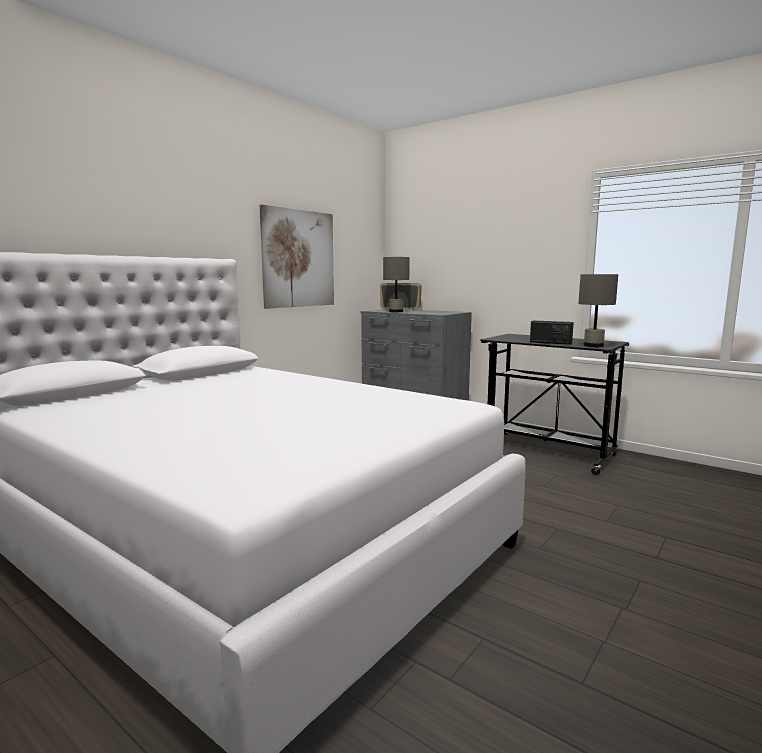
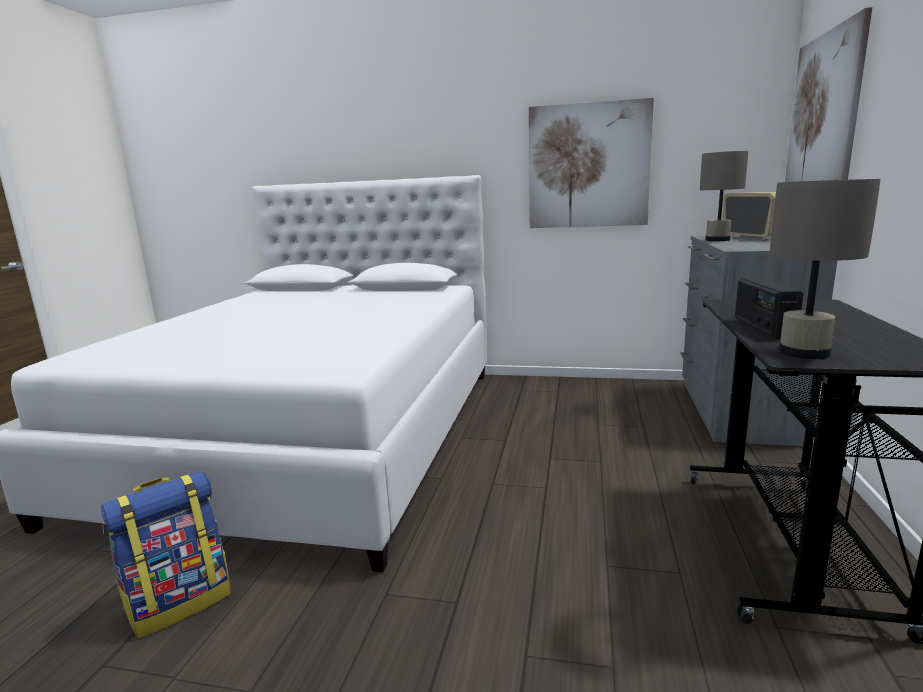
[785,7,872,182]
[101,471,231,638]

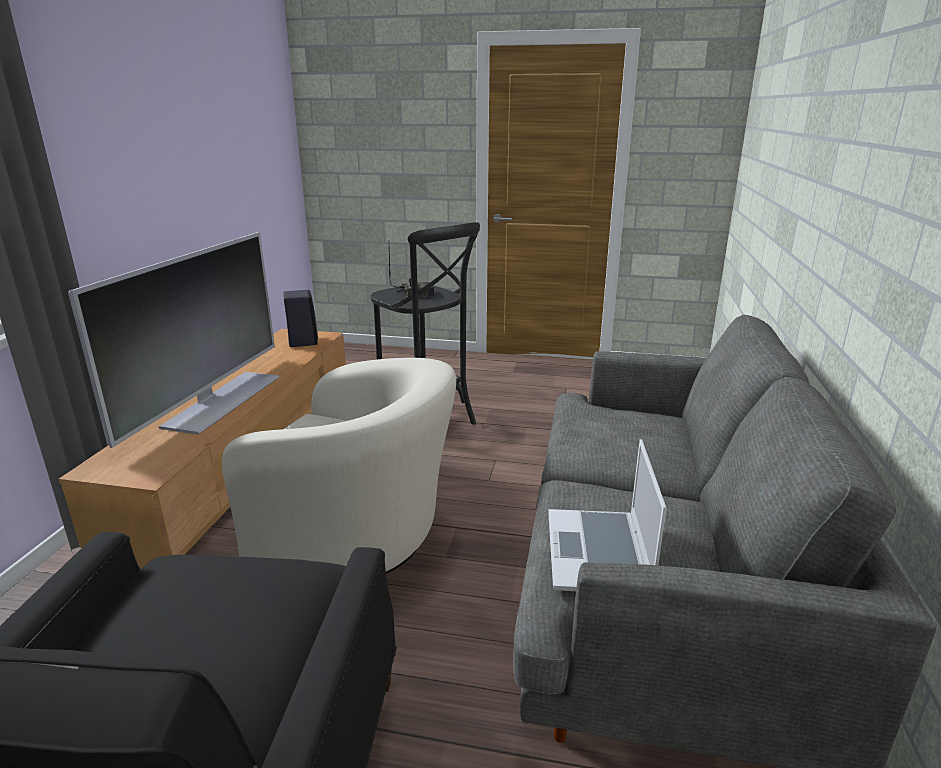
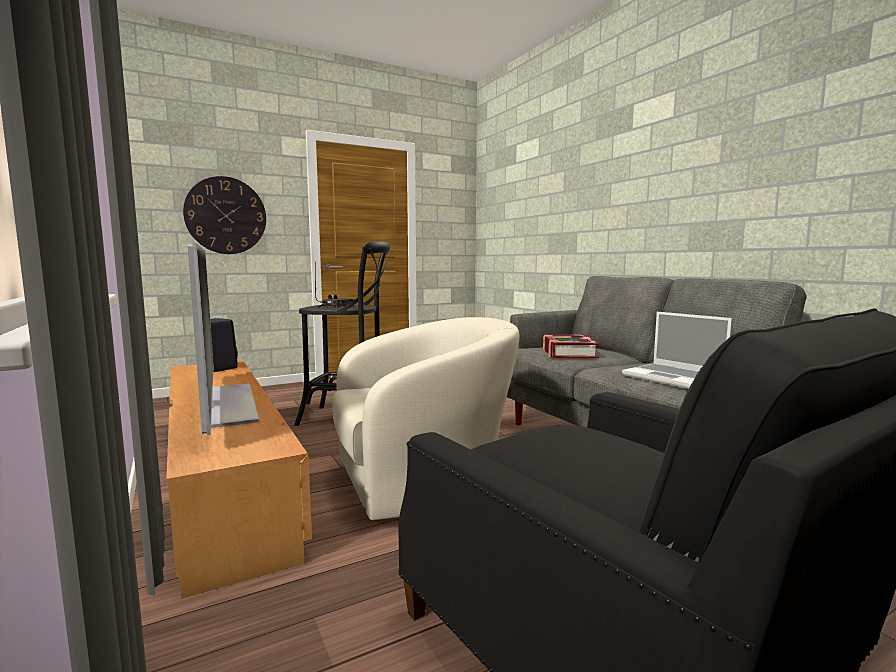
[183,176,266,254]
[543,334,599,358]

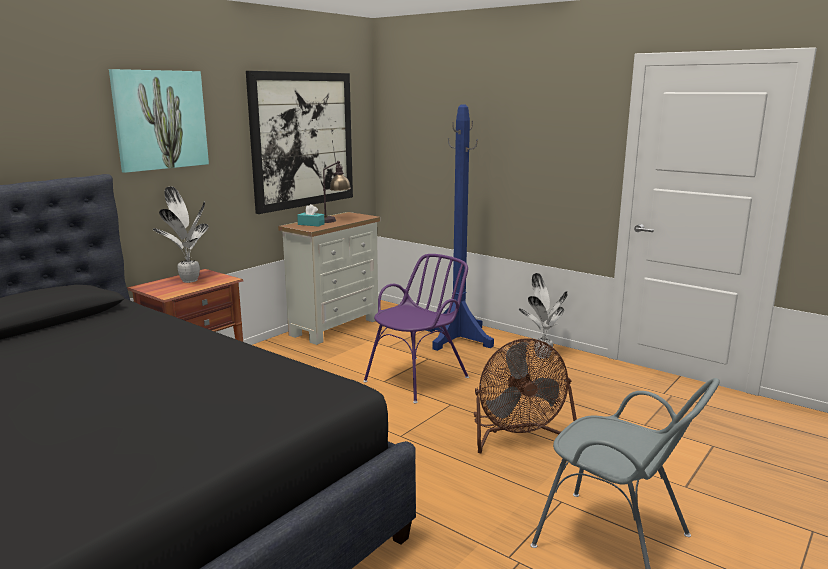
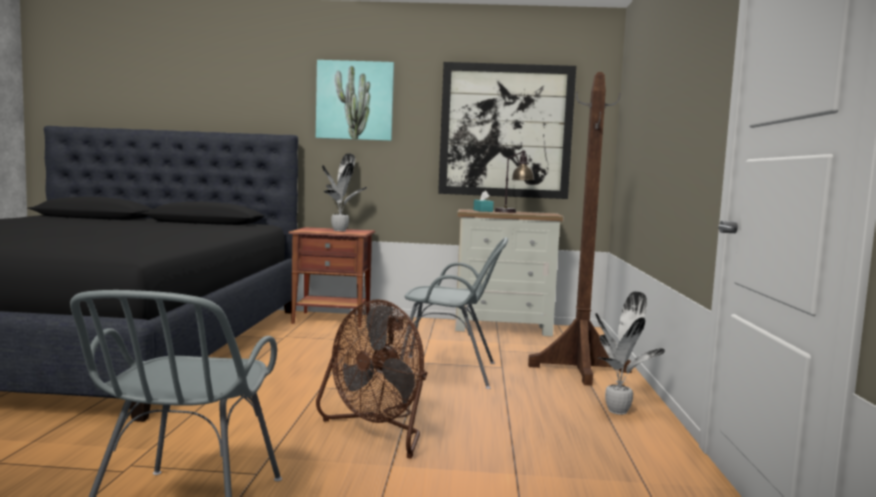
[528,72,632,386]
[400,237,508,389]

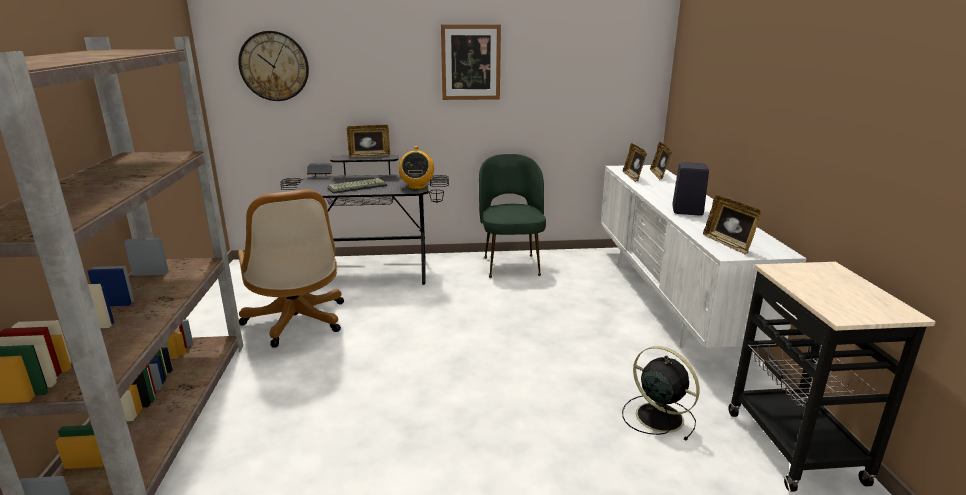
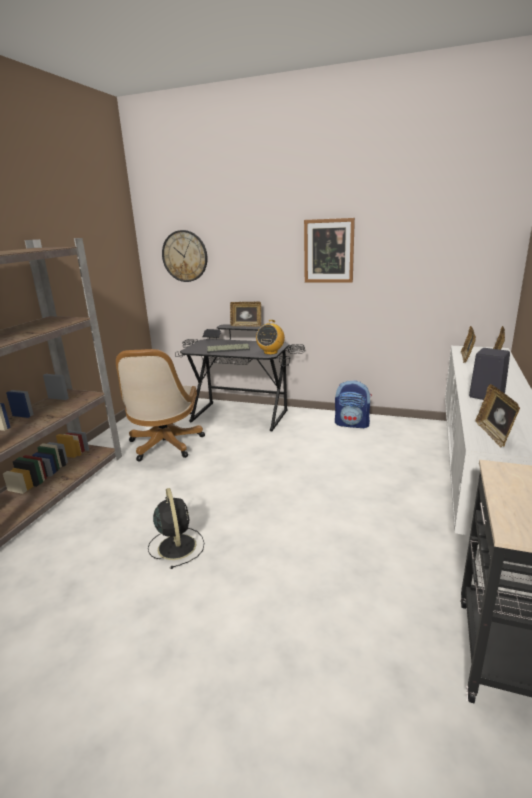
[335,380,372,428]
[148,488,204,569]

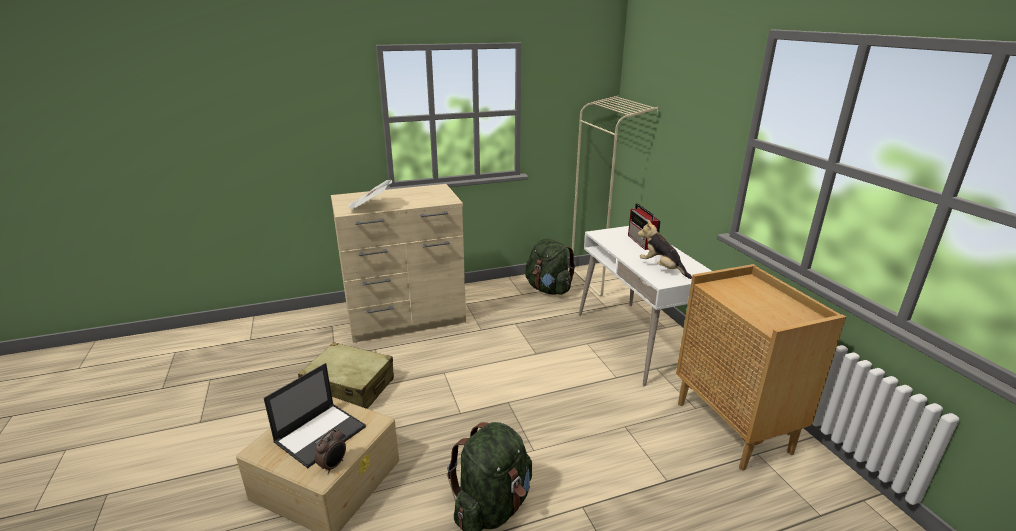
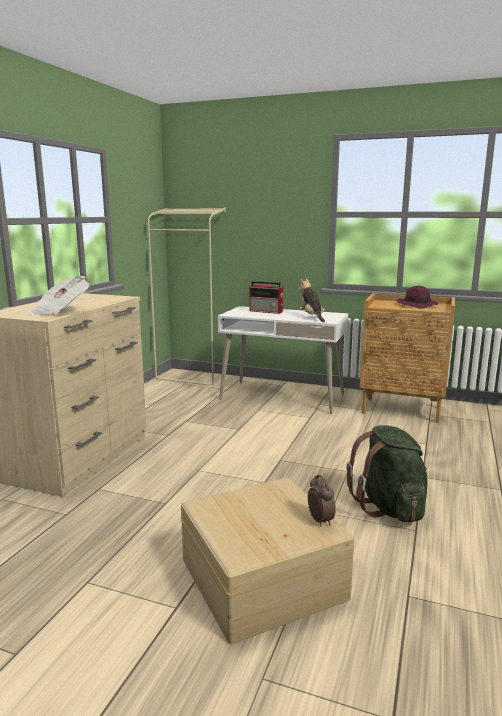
[298,279,325,322]
[525,239,576,295] (first image)
[298,342,394,409] (first image)
[264,363,366,468] (first image)
[397,286,438,309]

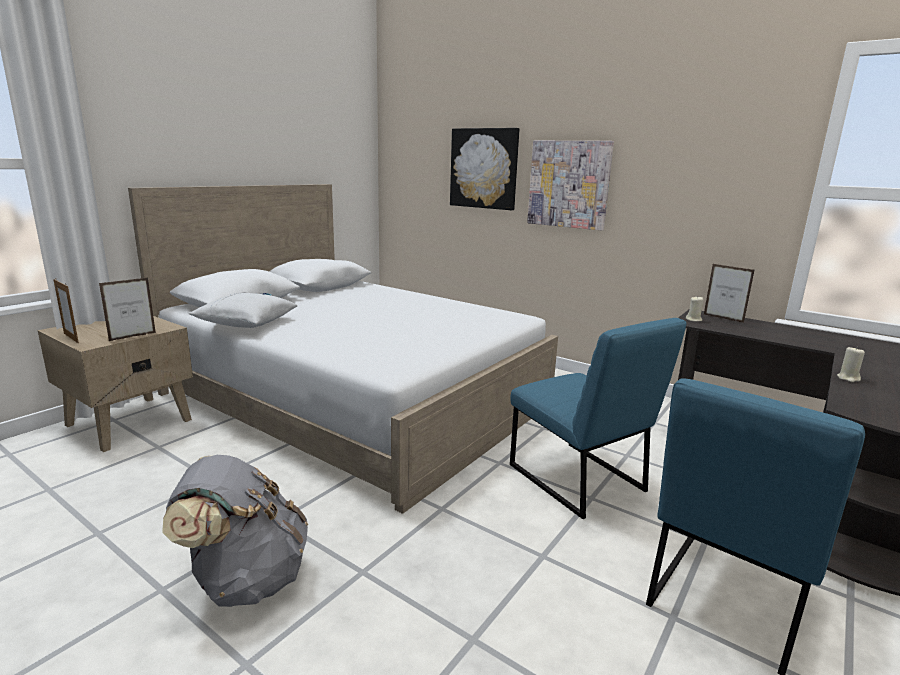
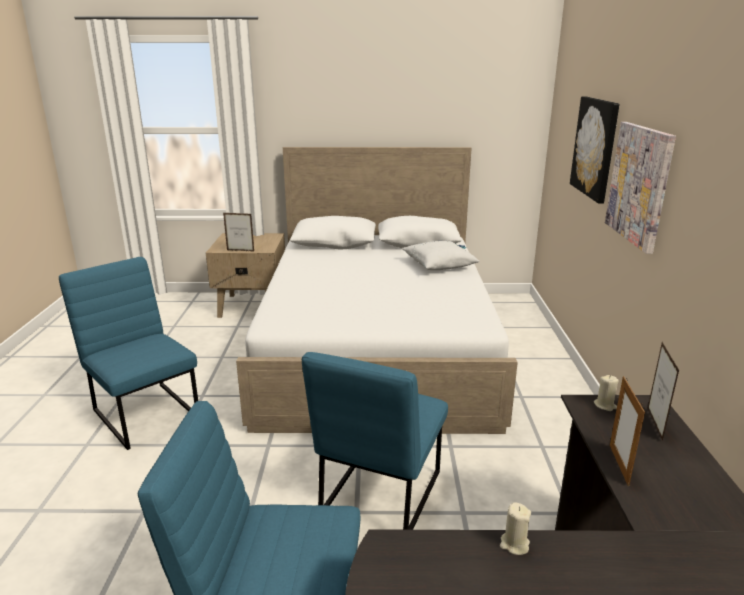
[610,376,645,486]
[402,241,479,270]
[59,257,198,450]

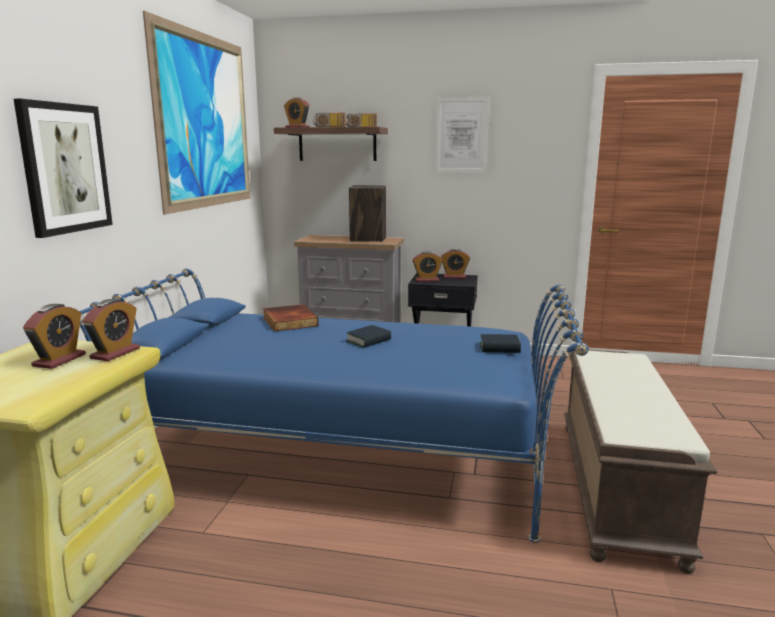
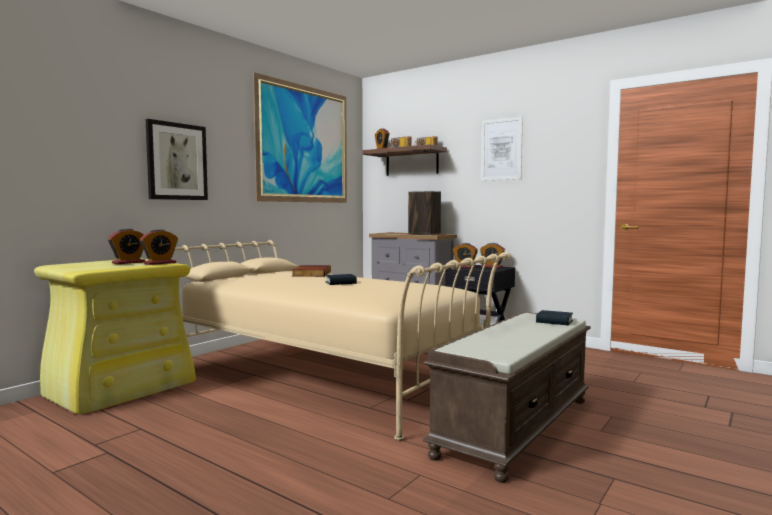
[175,240,510,441]
[536,310,573,325]

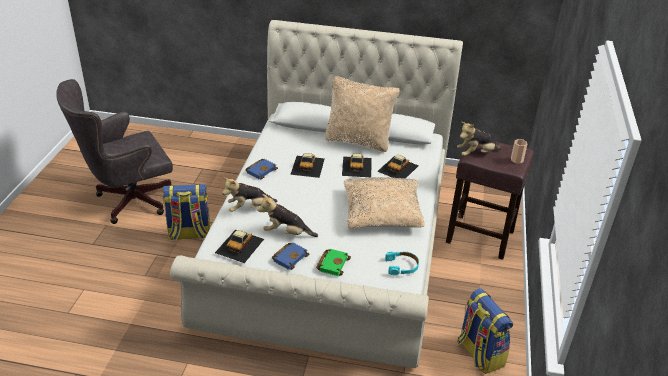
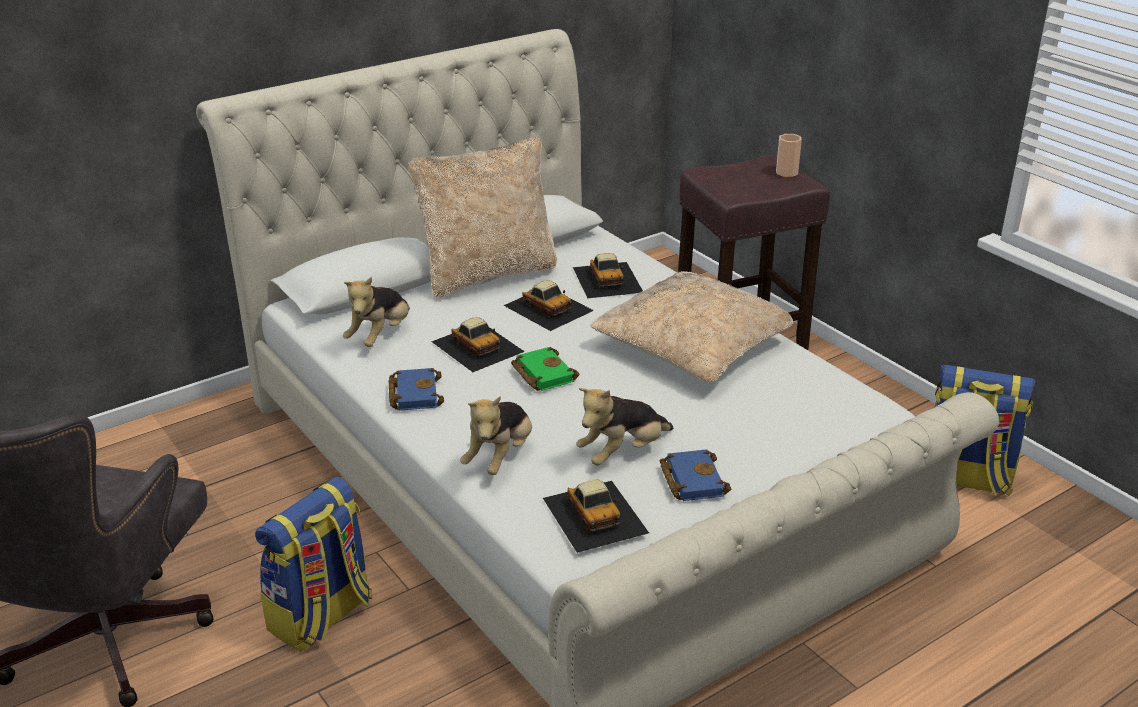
[343,277,410,347]
[511,347,579,391]
[385,252,419,275] (first image)

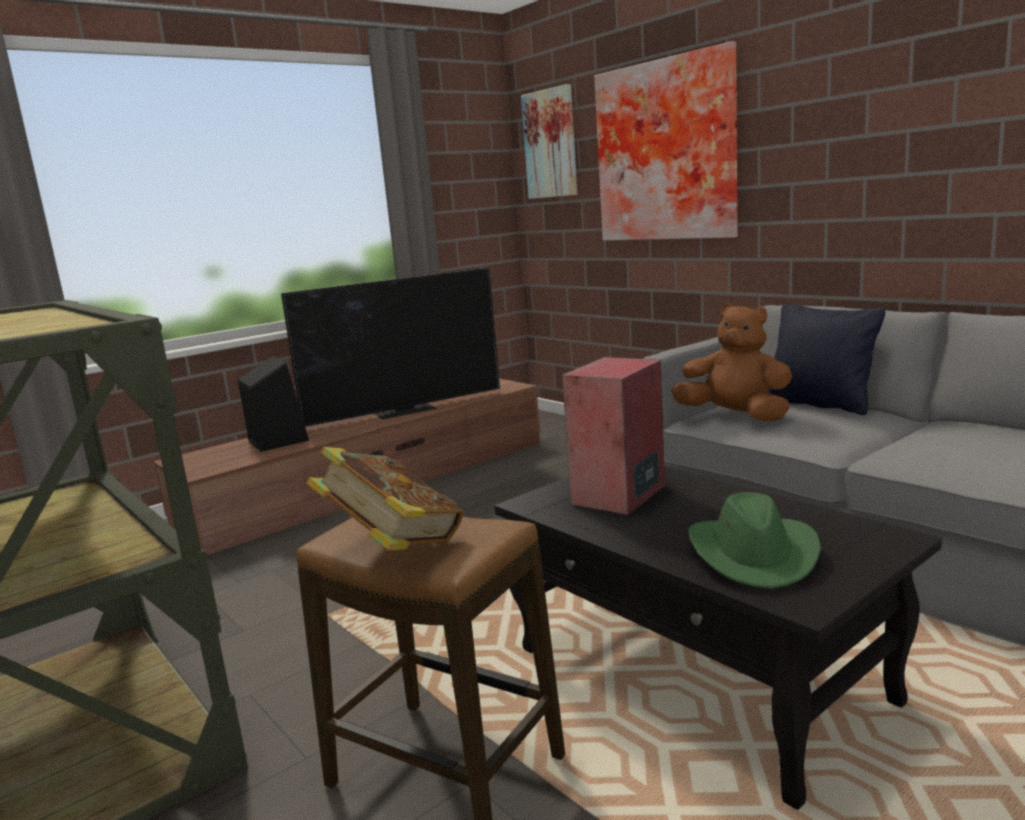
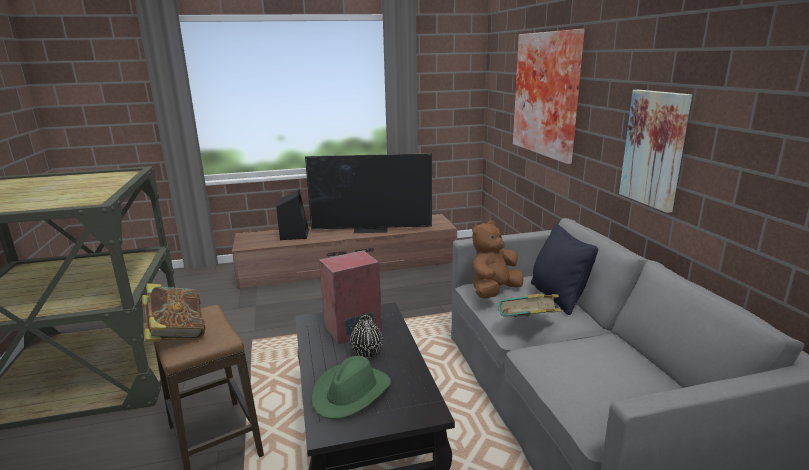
[619,90,692,213]
[472,220,523,299]
[498,294,561,317]
[350,315,383,358]

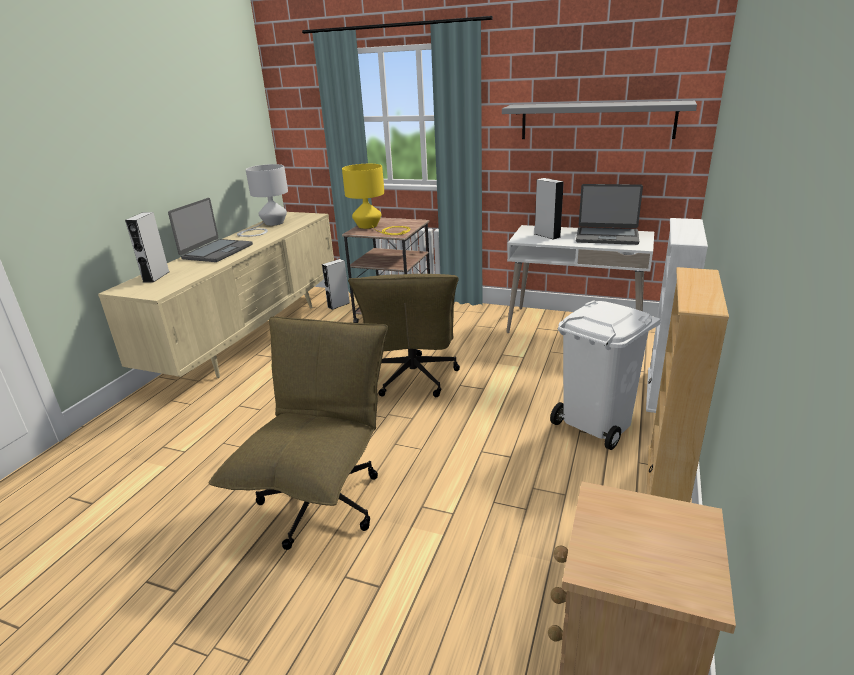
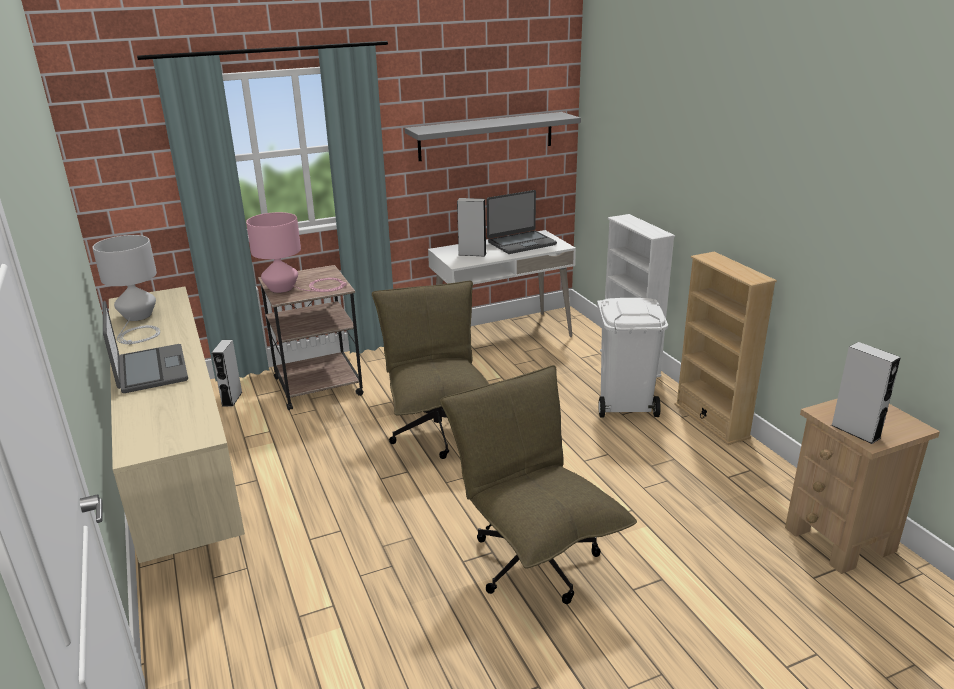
[246,212,347,293]
[831,342,901,444]
[372,281,489,459]

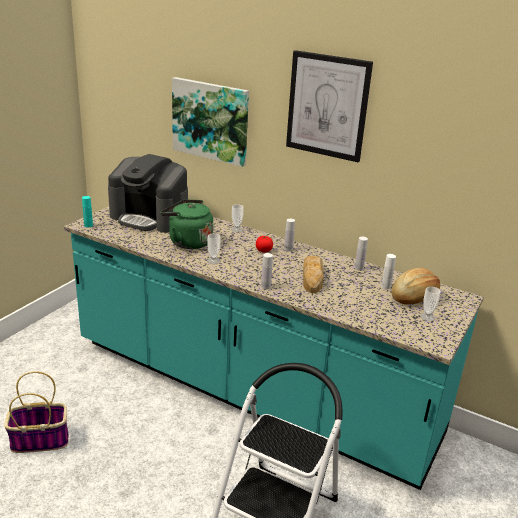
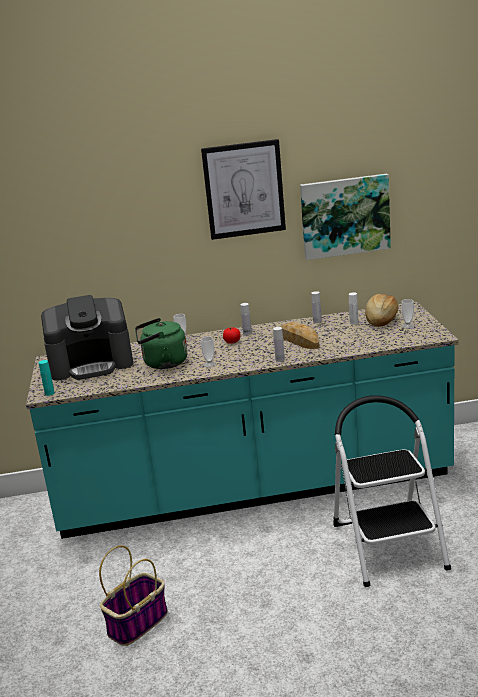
[300,174,391,260]

